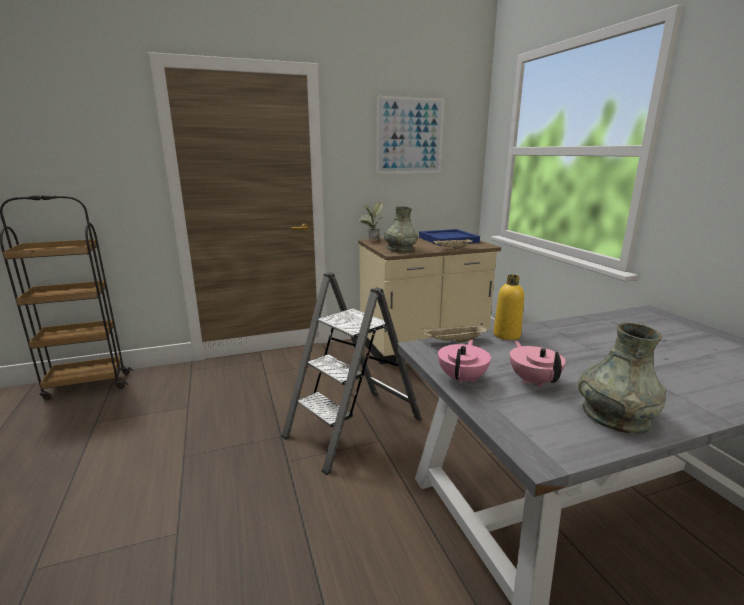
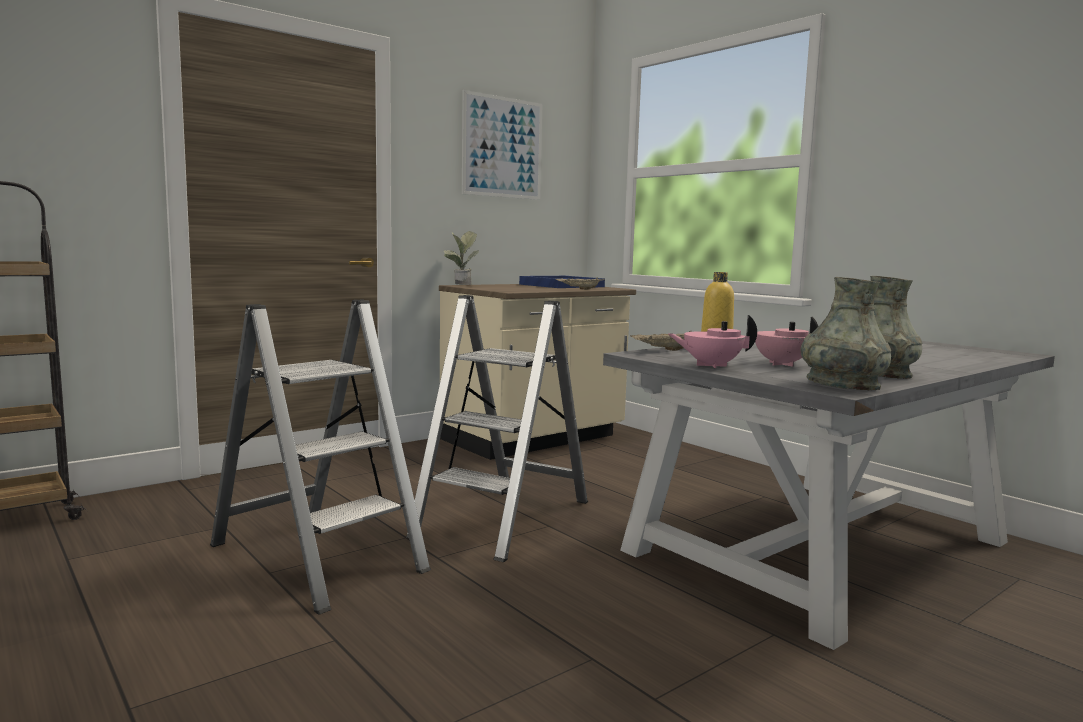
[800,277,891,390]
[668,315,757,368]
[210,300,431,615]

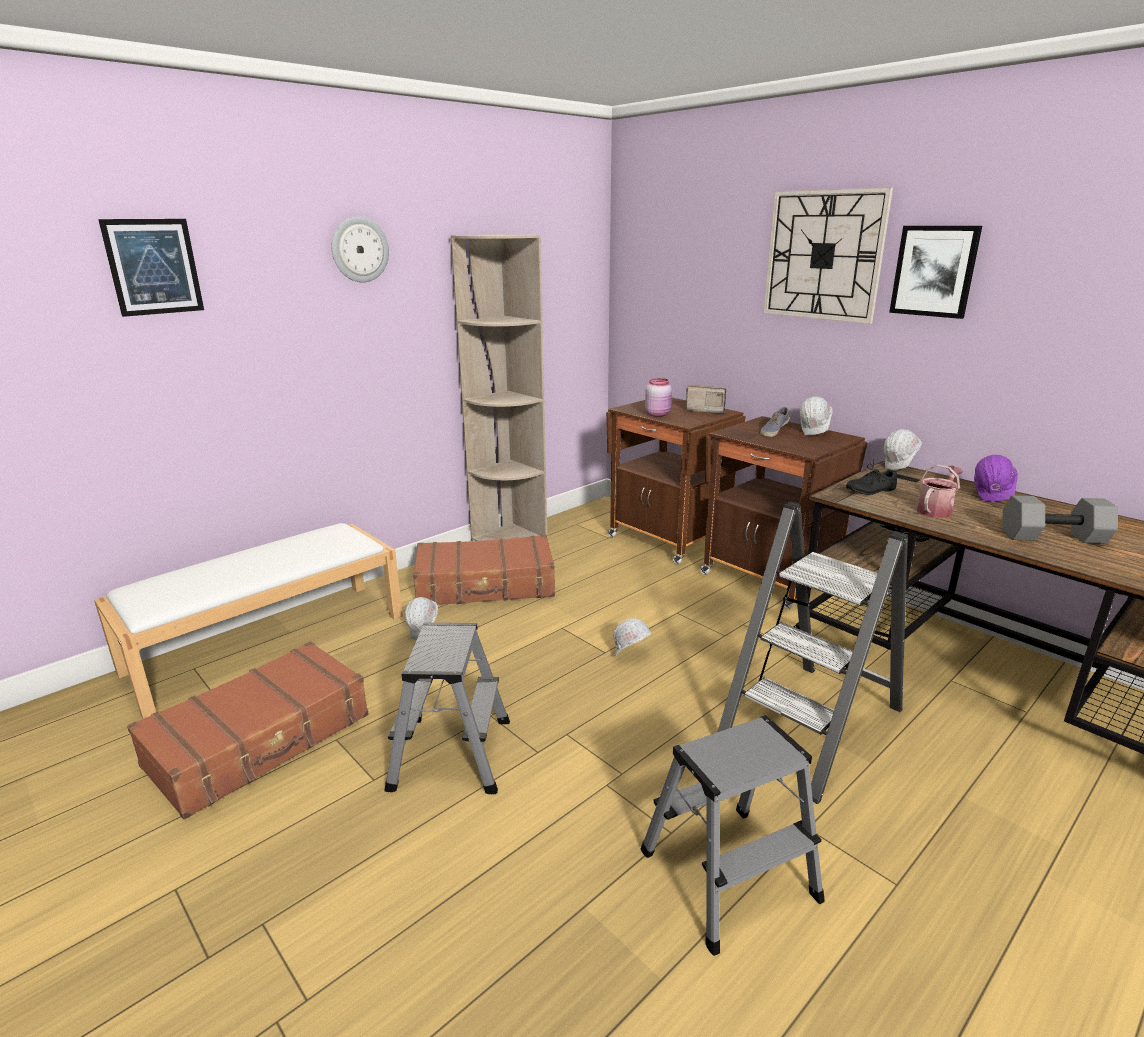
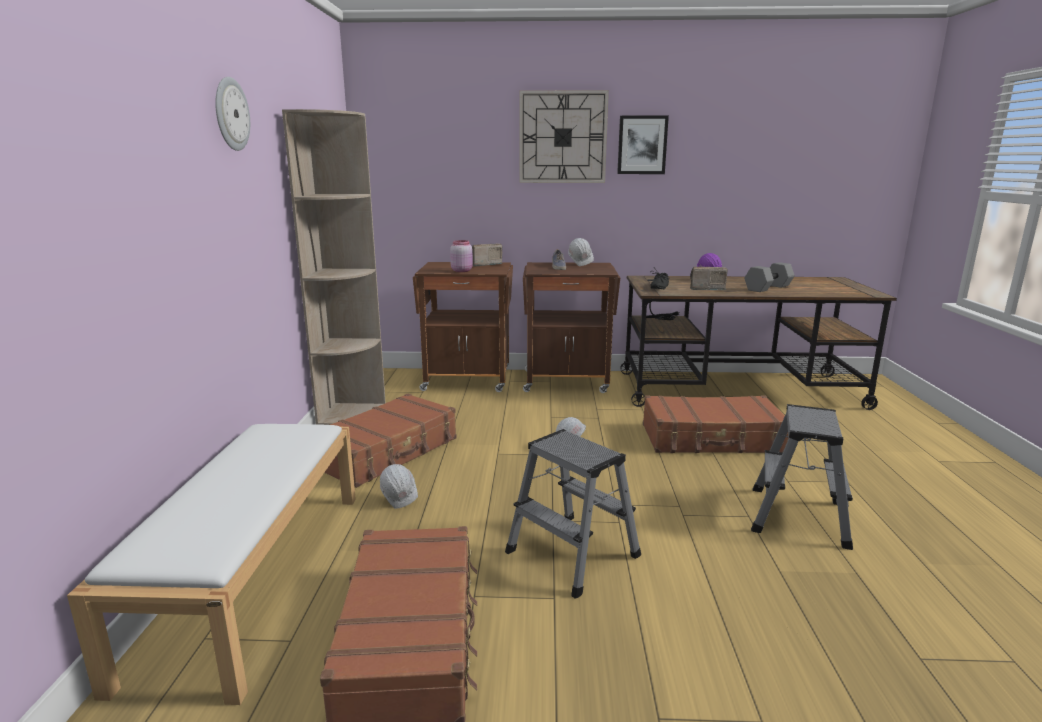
[98,219,204,317] (first image)
[884,429,922,470] (first image)
[690,267,728,290]
[643,395,789,453]

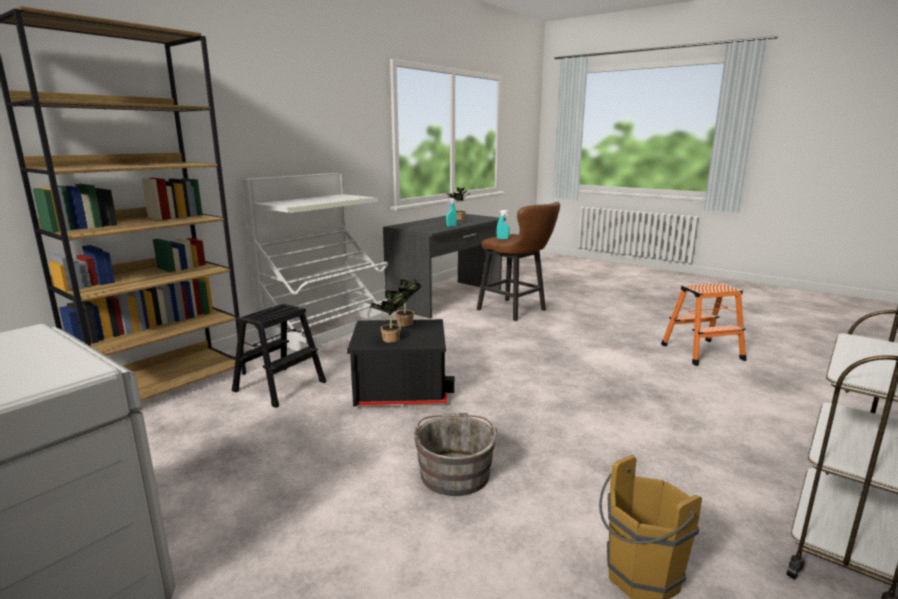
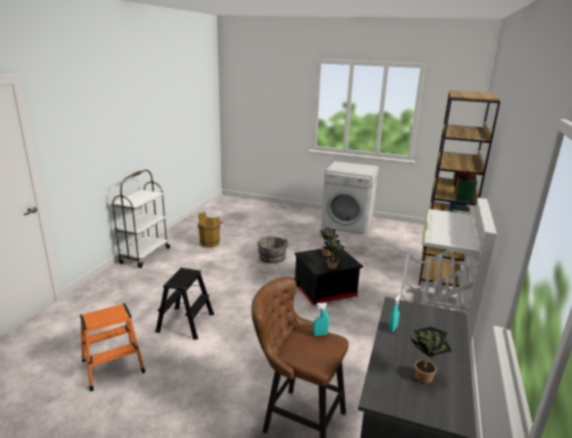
[155,268,214,340]

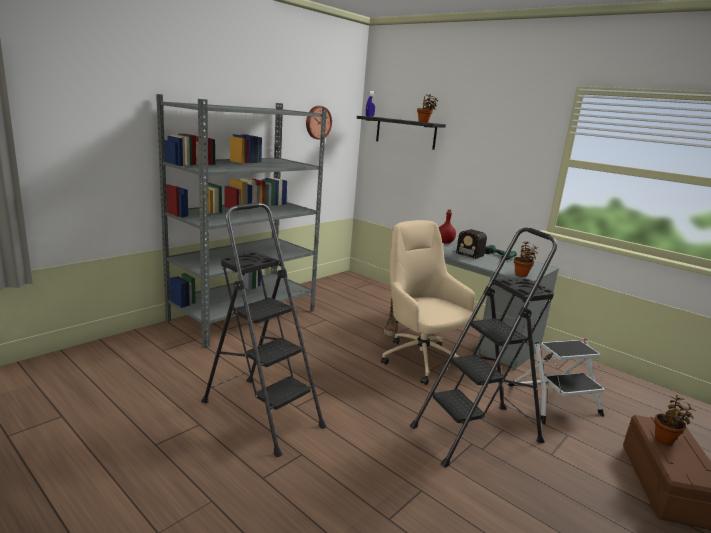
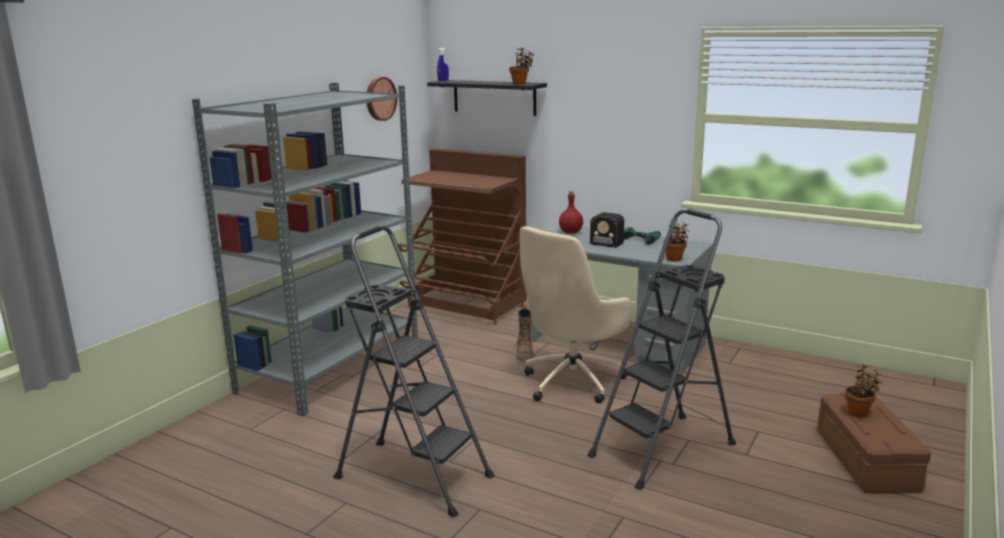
[519,226,631,403]
[508,339,604,424] (first image)
[398,148,527,325]

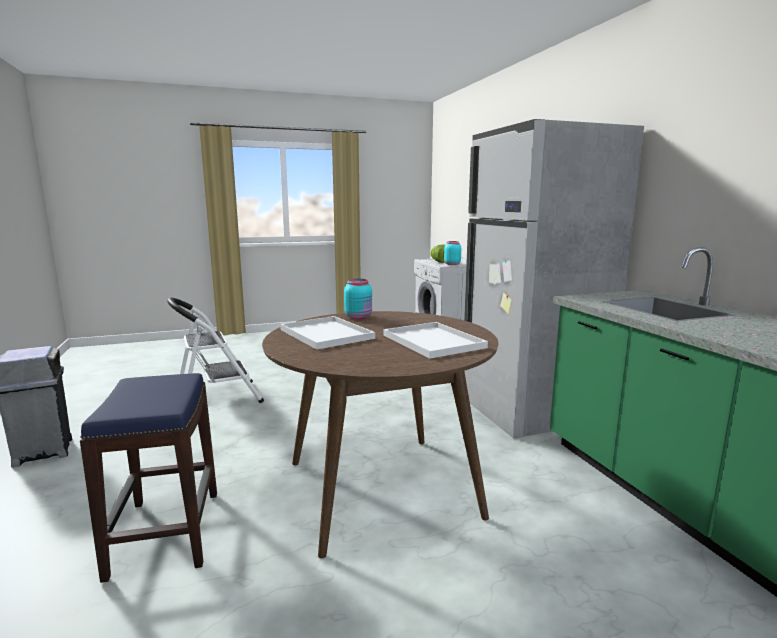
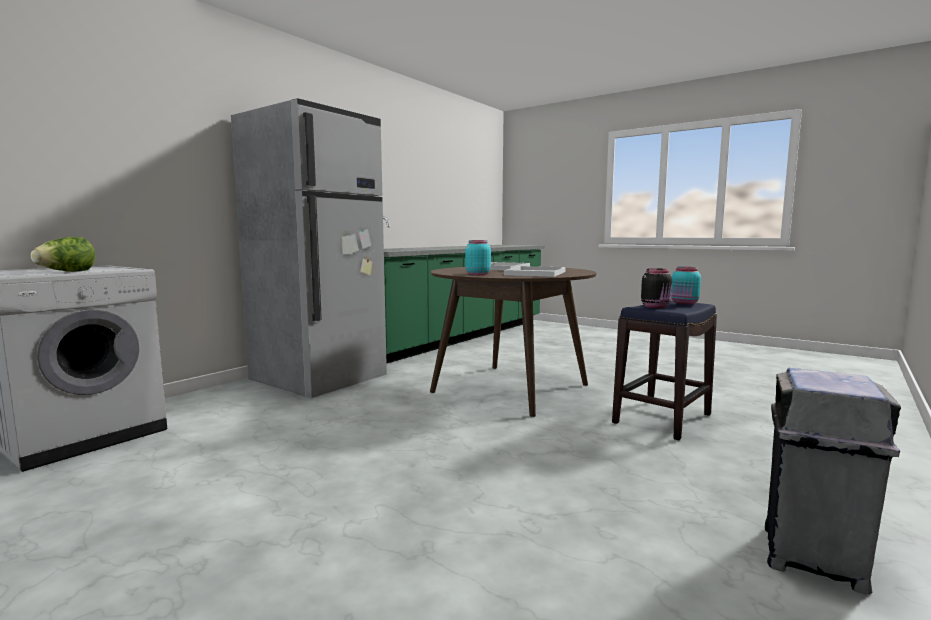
[671,267,701,305]
[167,298,264,403] (first image)
[641,268,672,308]

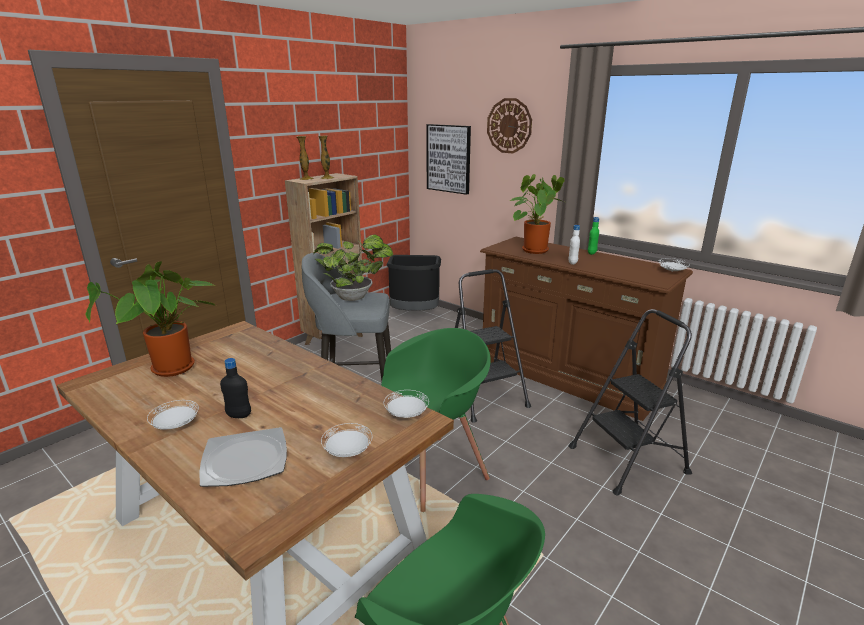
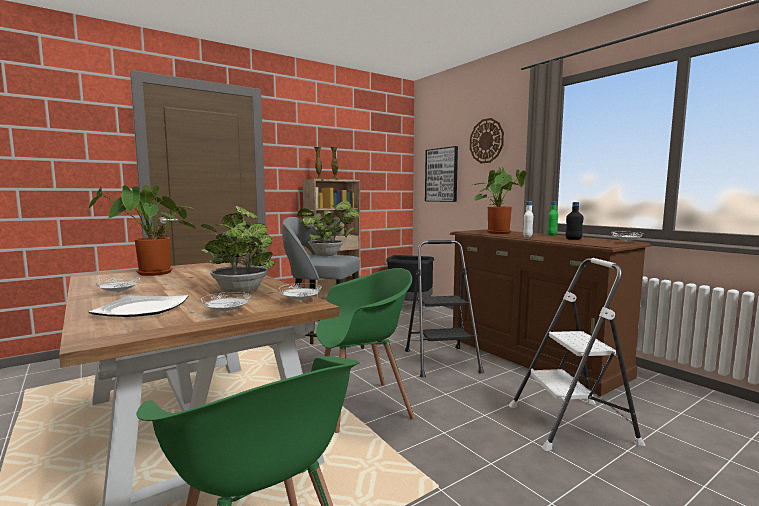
[509,258,645,451]
[565,202,583,240]
[201,206,275,294]

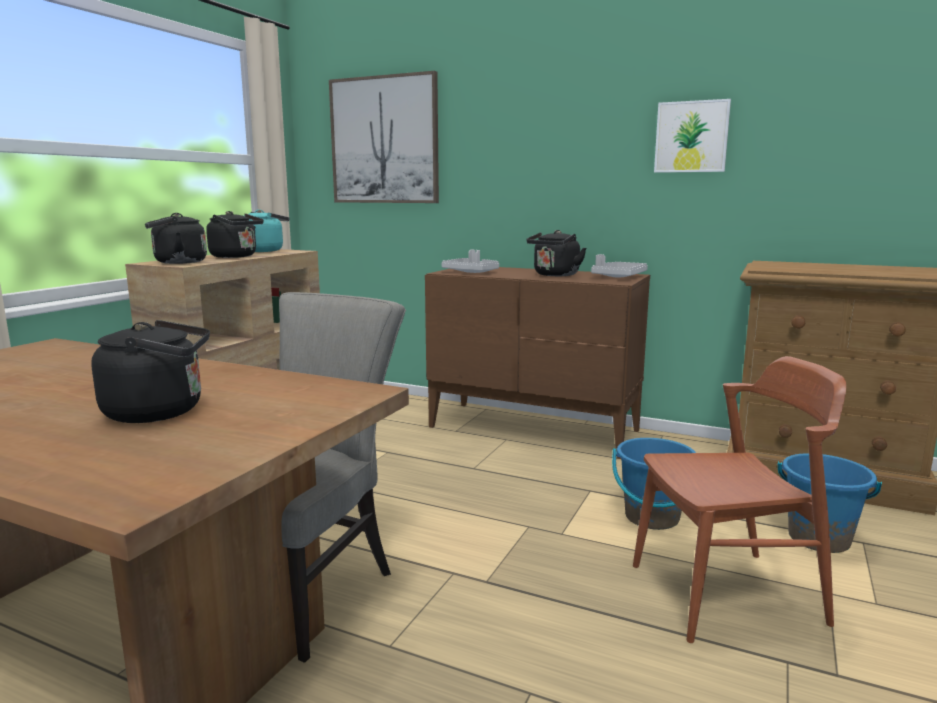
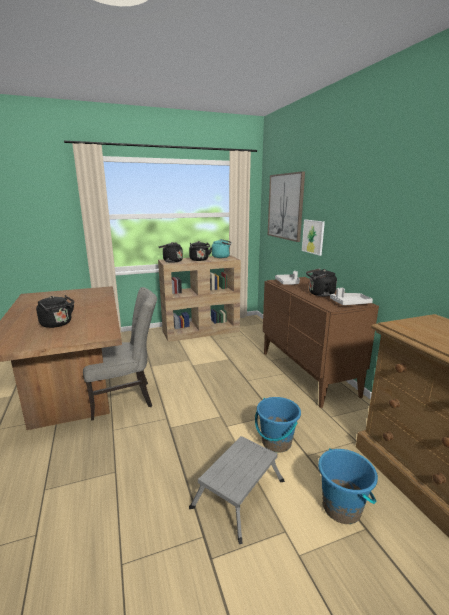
[302,219,325,256]
[189,436,285,544]

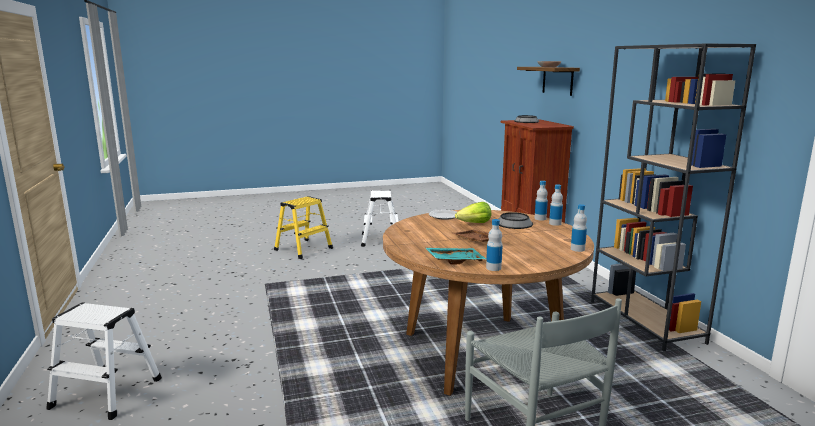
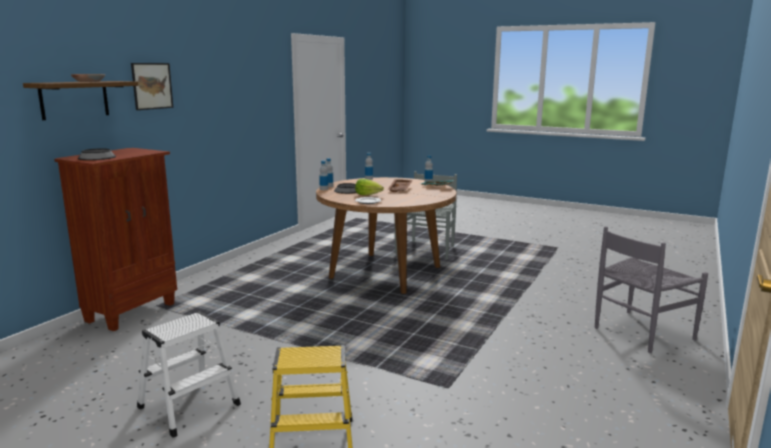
[591,44,756,351] (first image)
[595,227,708,353]
[131,63,173,110]

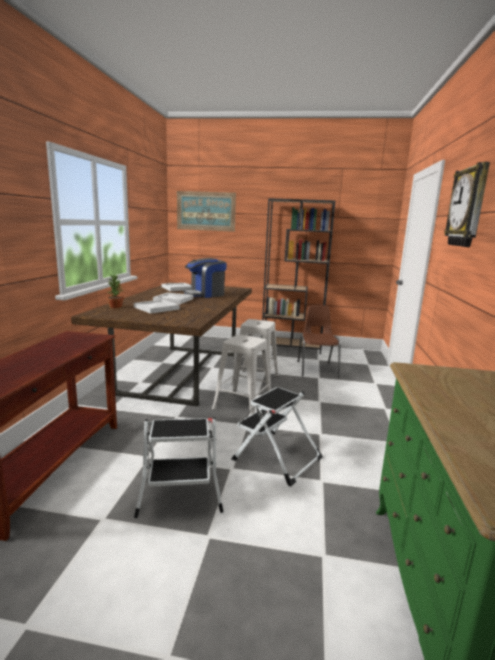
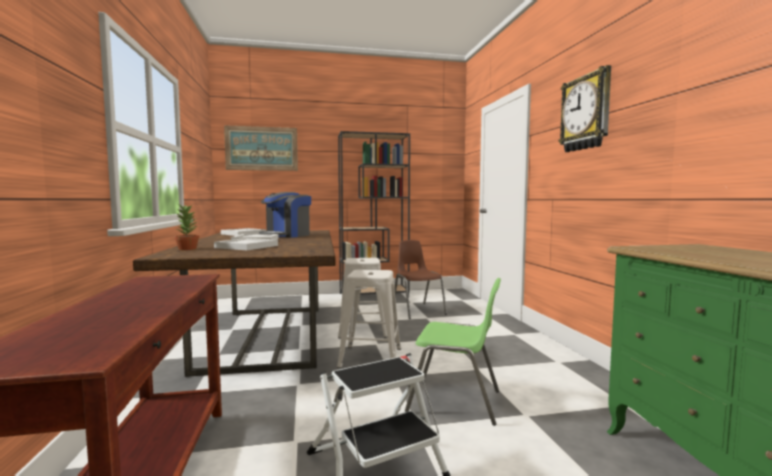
[405,278,501,426]

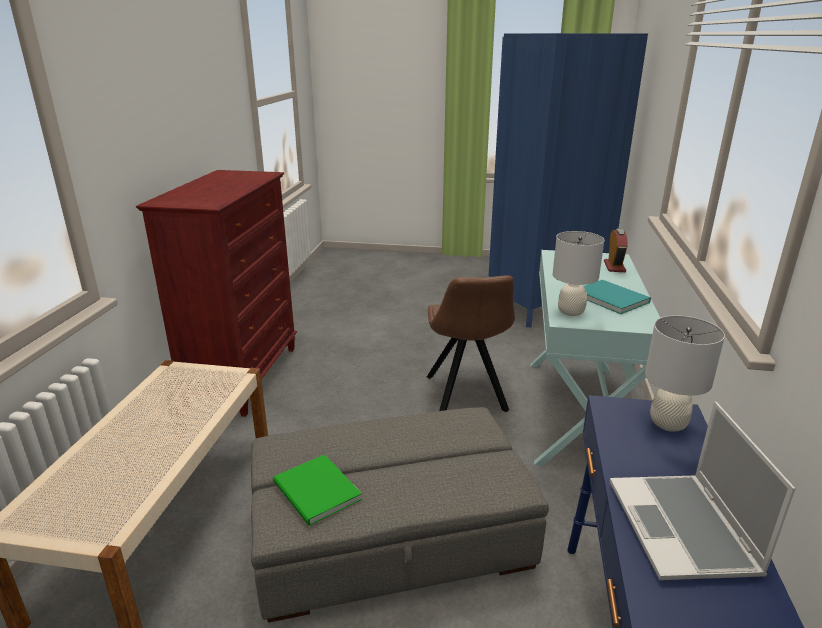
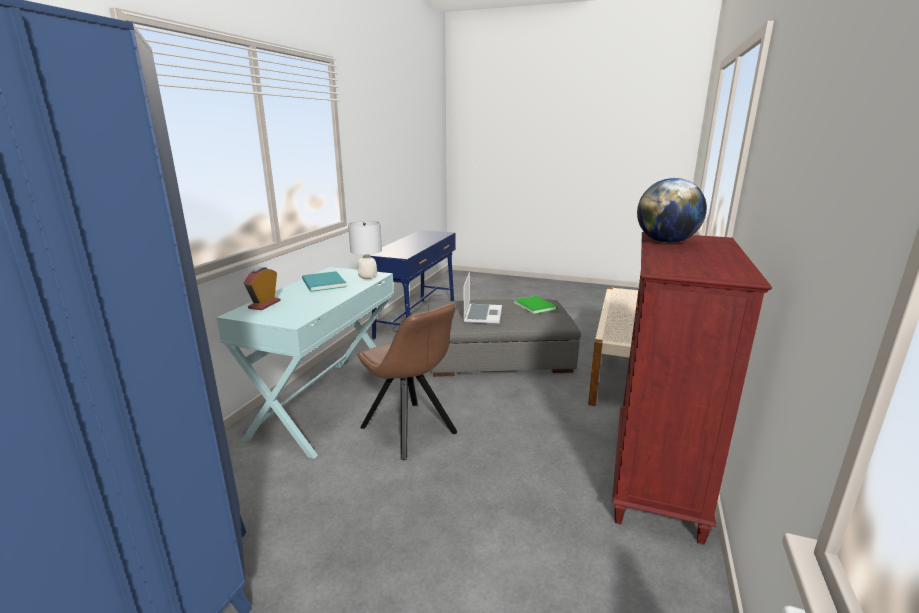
[357,304,457,460]
[645,315,725,432] (first image)
[463,272,502,324]
[637,178,707,243]

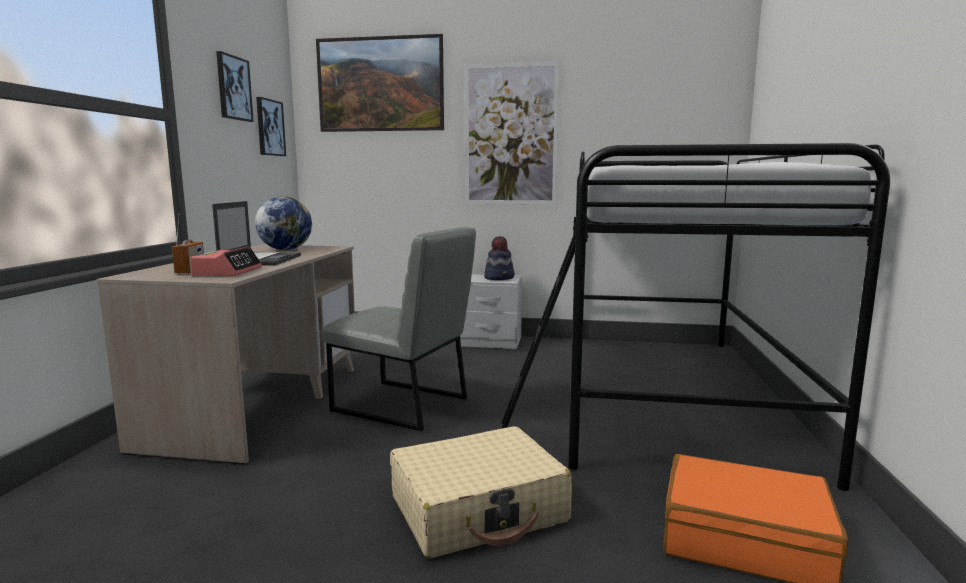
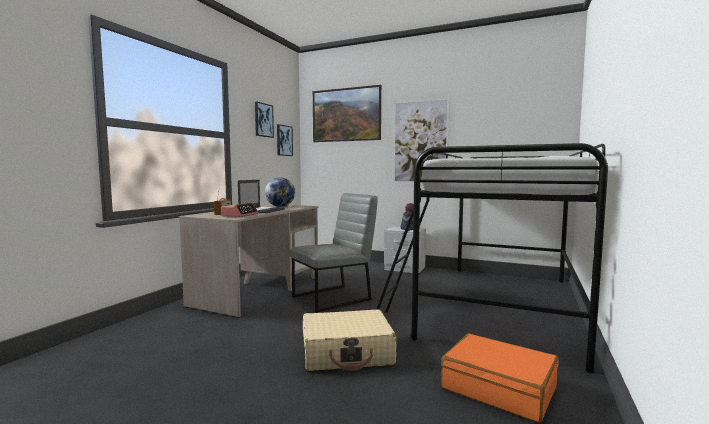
[290,193,378,313]

